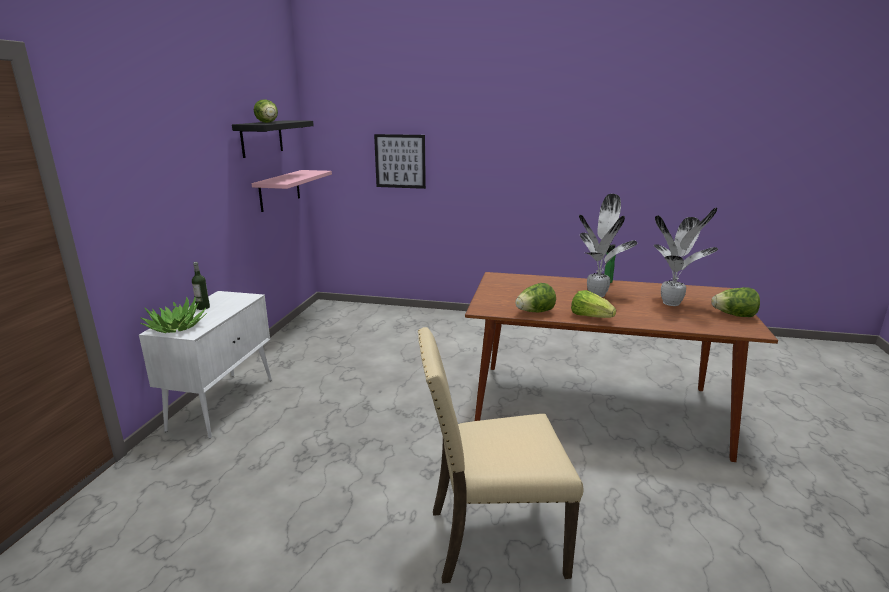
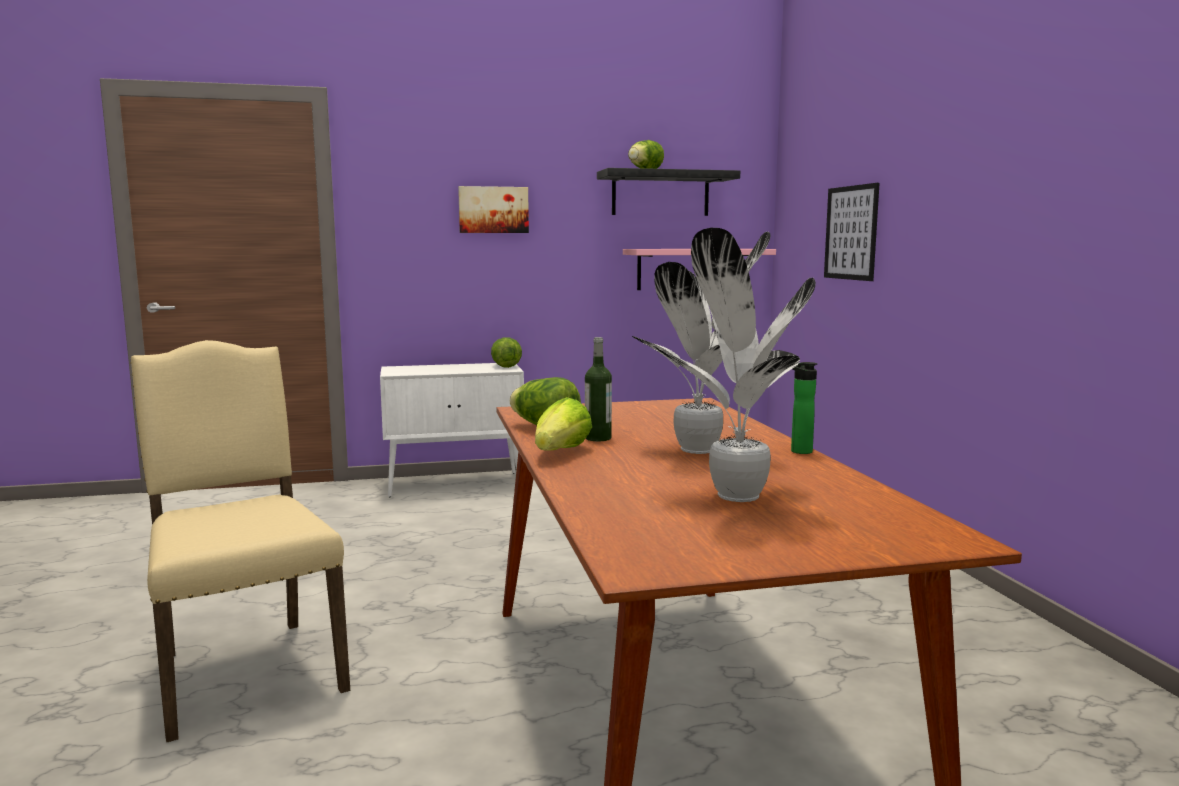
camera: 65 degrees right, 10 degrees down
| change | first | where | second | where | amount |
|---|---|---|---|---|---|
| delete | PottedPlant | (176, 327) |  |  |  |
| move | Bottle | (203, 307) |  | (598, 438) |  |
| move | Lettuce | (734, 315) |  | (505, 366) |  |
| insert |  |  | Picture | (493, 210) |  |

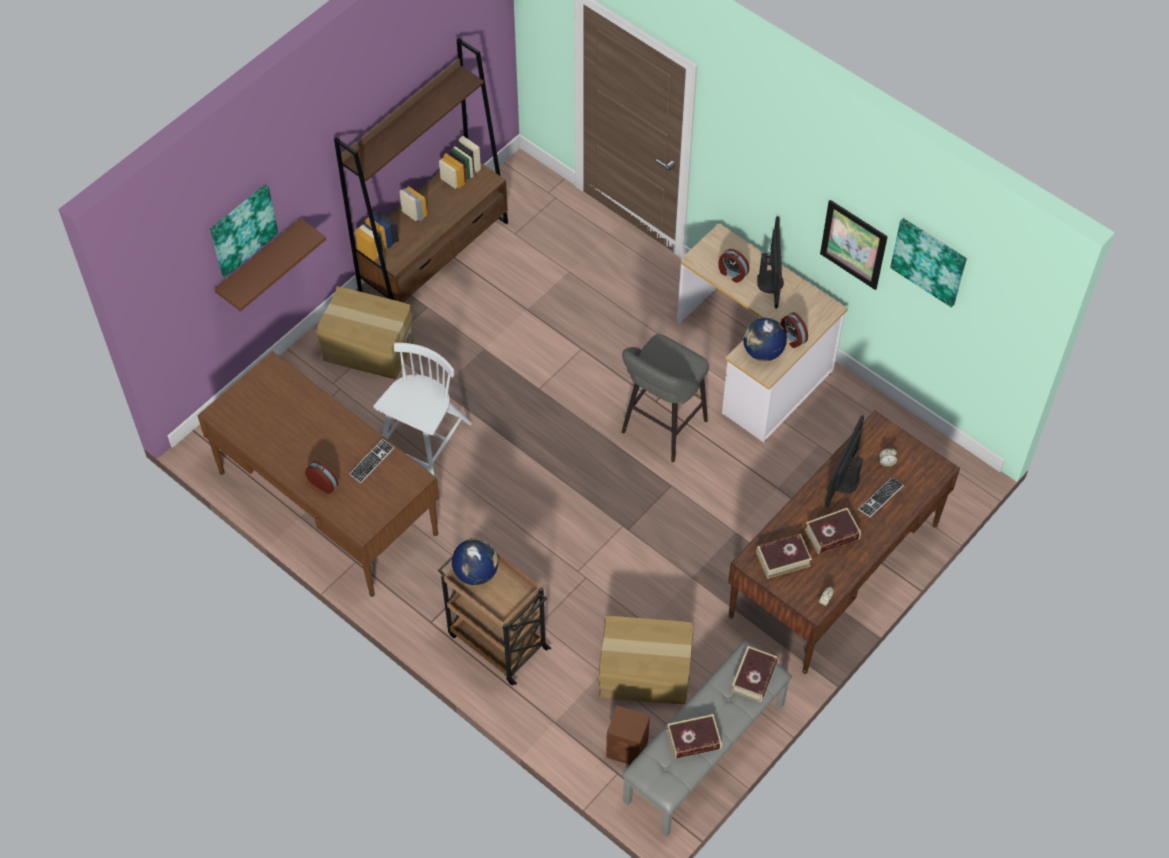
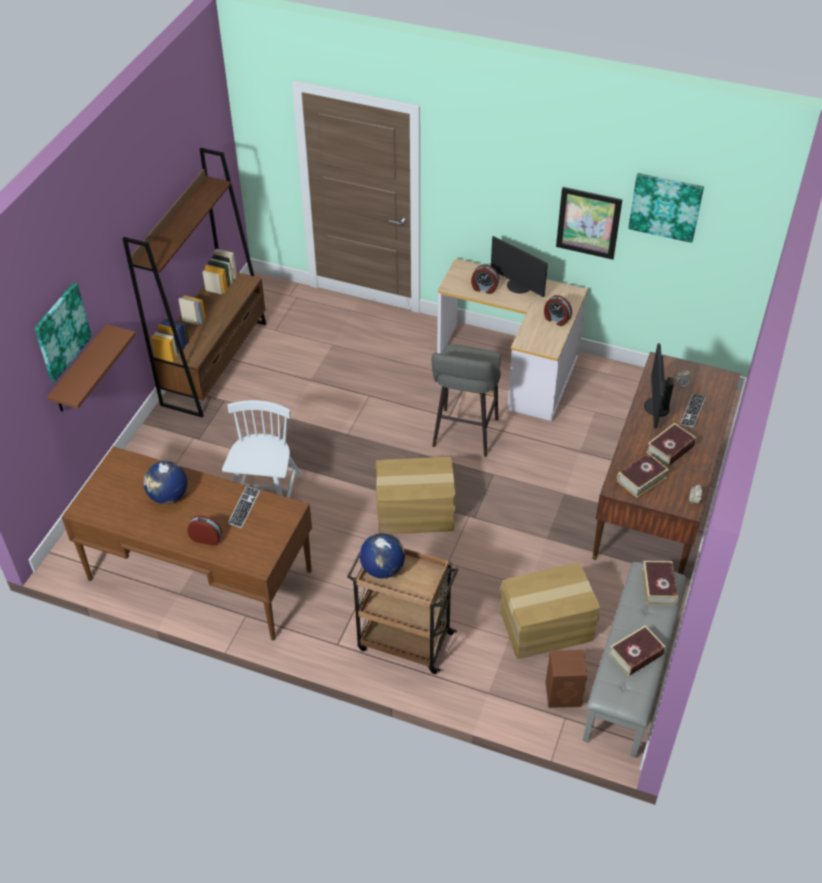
camera: 20 degrees left, 10 degrees down
| change | first | where | second | where | amount |
|---|---|---|---|---|---|
| move | CardboardBox | (368, 349) |  | (415, 513) |  |
| move | Globe | (763, 352) |  | (168, 496) |  |
| rotate | Monitor | (771, 281) |  | (518, 286) | 150 degrees clockwise |

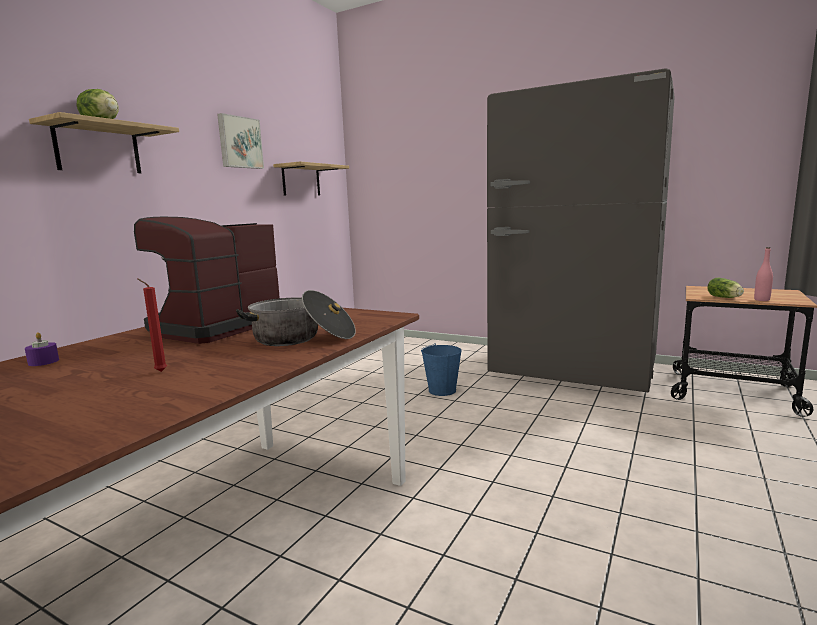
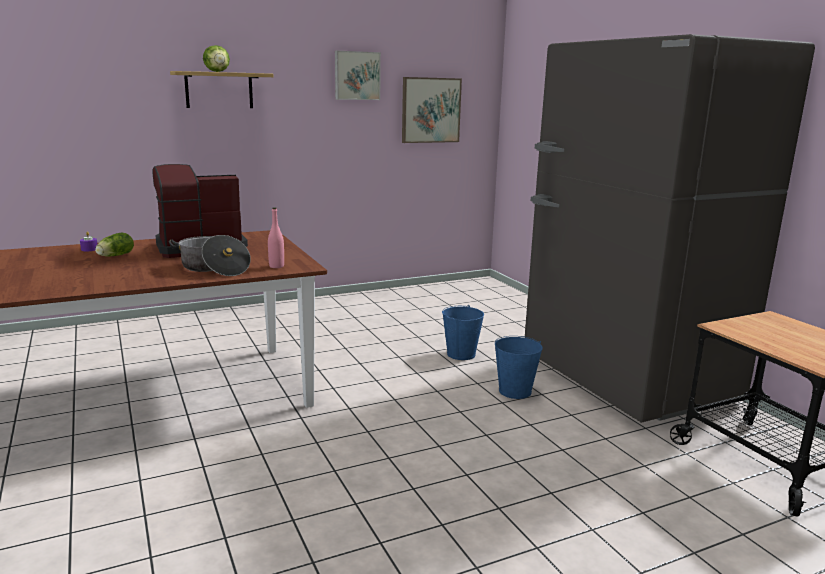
camera: 35 degrees right, 5 degrees up
| change | first | where | second | where | amount |
|---|---|---|---|---|---|
| delete | RedCandle | (159, 371) |  |  |  |
| replace | Shelf | (301, 180) | Picture | (430, 110) |  |
| move | Lettuce | (725, 297) |  | (114, 256) |  |
| move | PinkBottle | (761, 300) |  | (276, 266) |  |
| insert |  |  | BlueBucket | (515, 391) |  |

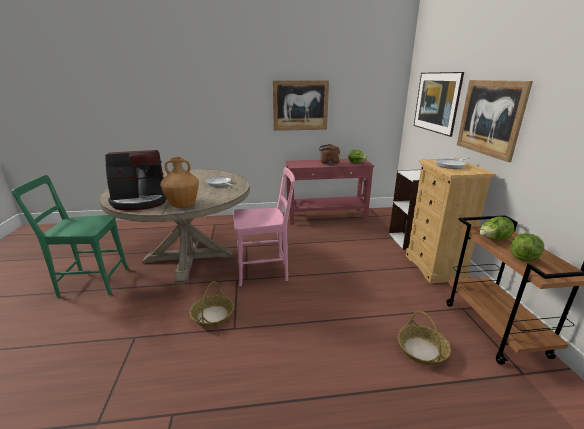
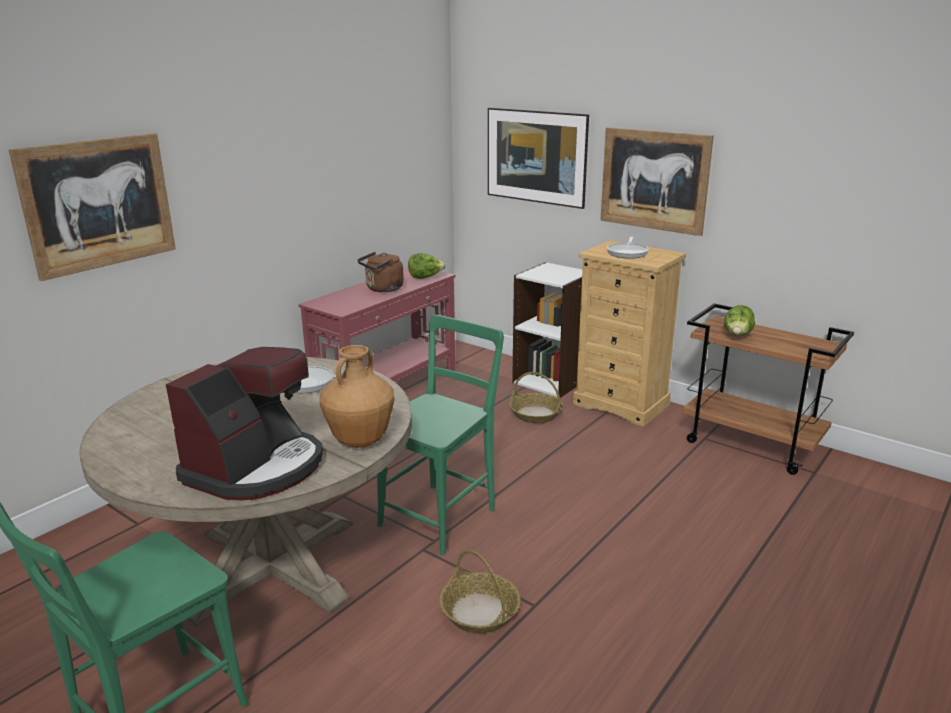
camera: 45 degrees left, 0 degrees up
| change | first | where | second | where | amount |
|---|---|---|---|---|---|
| recolor | PinkChair | (265, 271) | GreenChair | (441, 514) |  |
| move | Picture | (300, 105) |  | (98, 204) |  |
| move | Basket | (422, 350) |  | (536, 414) |  |
| delete | Lettuce | (524, 257) |  |  |  |

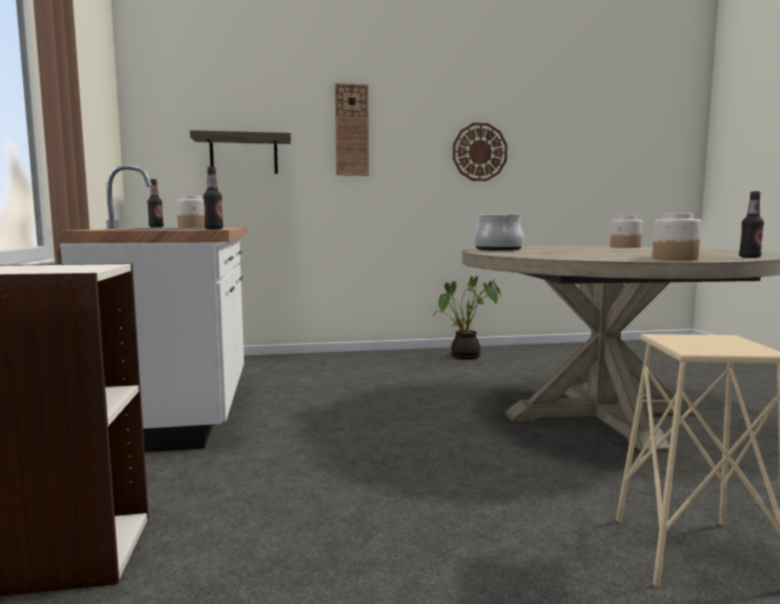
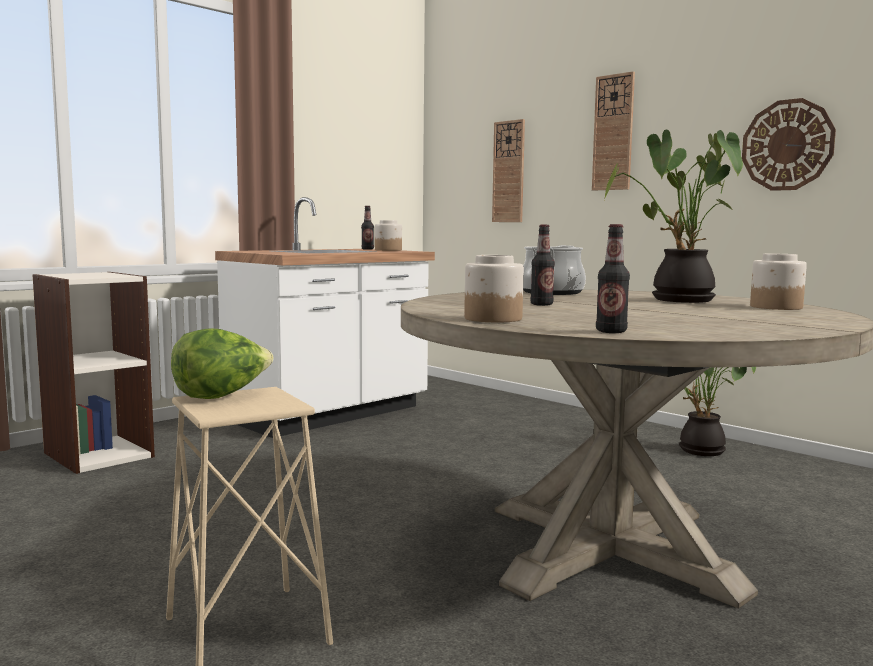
camera: 55 degrees right, 0 degrees up
| change | first | where | second | where | amount |
|---|---|---|---|---|---|
| replace | Shelf | (244, 154) | WallClock | (509, 172) |  |
| move | Bottle | (214, 229) |  | (541, 304) |  |
| insert |  |  | Lettuce | (222, 396) |  |
| insert |  |  | PottedPlant | (677, 300) |  |

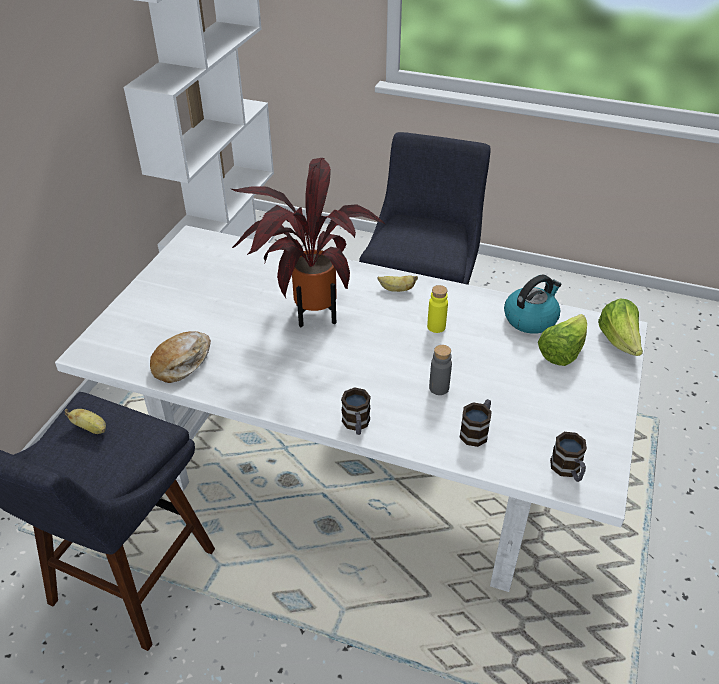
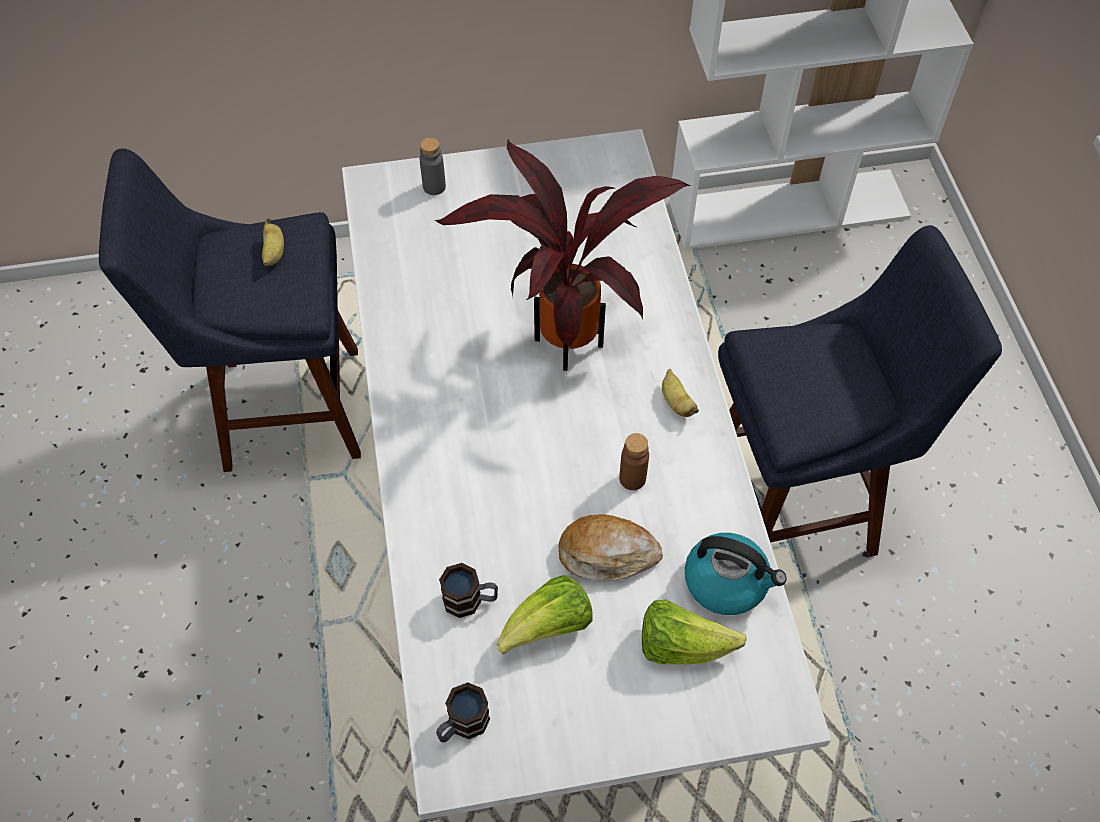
camera: 60 degrees right, 15 degrees up
| change | first | where | second | where | amount |
|---|---|---|---|---|---|
| move | Bread | (182, 362) |  | (607, 553) |  |
| delete | Mug | (356, 425) |  |  |  |
| recolor | YellowBottle | (436, 327) | BrownBottle | (632, 478) |  |
| move | GreyBottle | (439, 388) |  | (434, 187) |  |
| move | Lettuce | (619, 341) |  | (548, 627) |  |

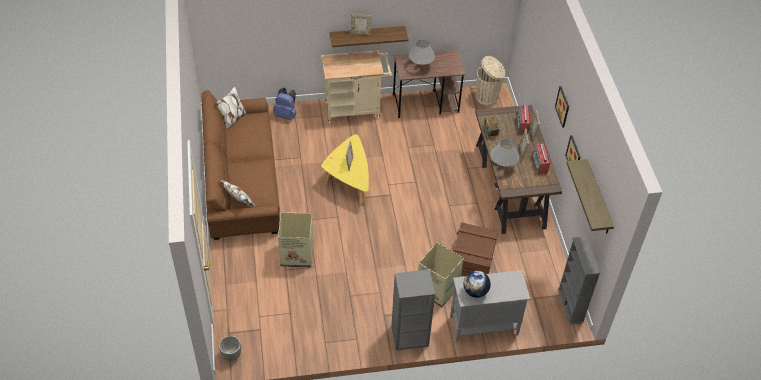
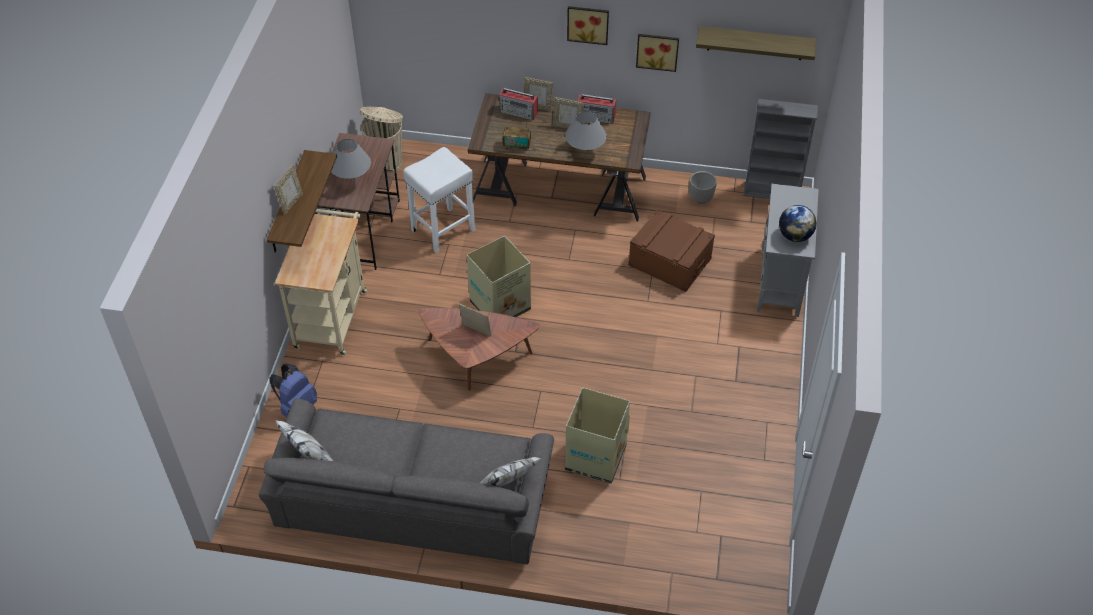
camera: 70 degrees left, 0 degrees up
| change | first | where | second | where | amount |
|---|---|---|---|---|---|
| recolor | BrownSofa | (241, 180) | GreySofa | (413, 500) |  |
| move | Planter | (231, 355) |  | (701, 199) |  |
| recolor | YellowCoffeeTable | (349, 181) | BrownCoffeeTable | (476, 360) |  |
| delete | GreyBookcase | (409, 336) |  |  |  |
| move | CardboardBox | (438, 290) |  | (501, 305) |  |
| insert |  |  | WhiteStool | (442, 231) |  |

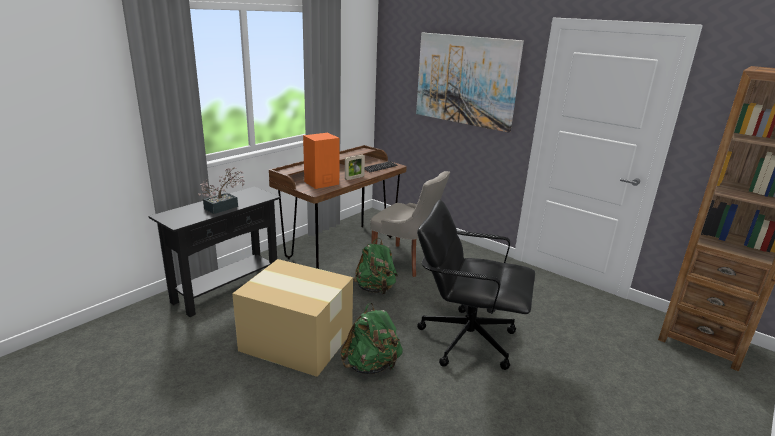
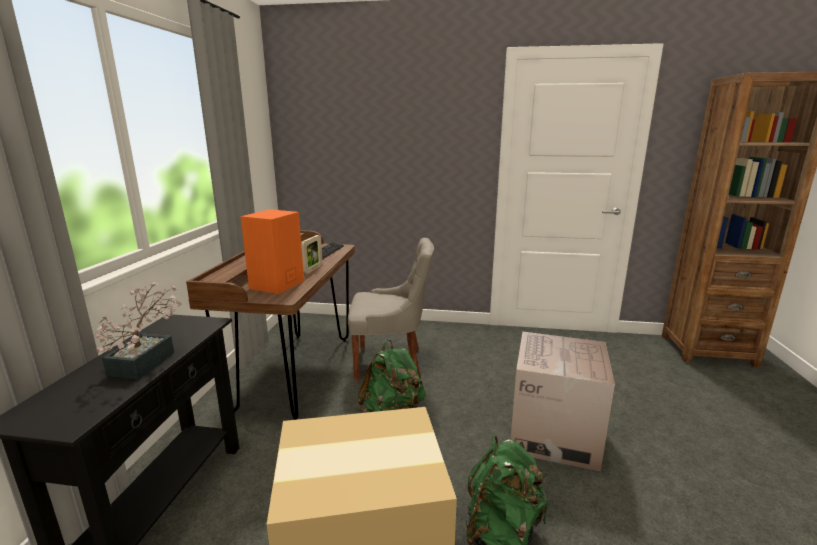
camera: 30 degrees left, 5 degrees down
| change | first | where | second | where | amount |
|---|---|---|---|---|---|
| delete | Picture | (465, 80) |  |  |  |
| replace | BlackOfficeChair | (466, 339) | CardboardBox | (553, 434) |  |

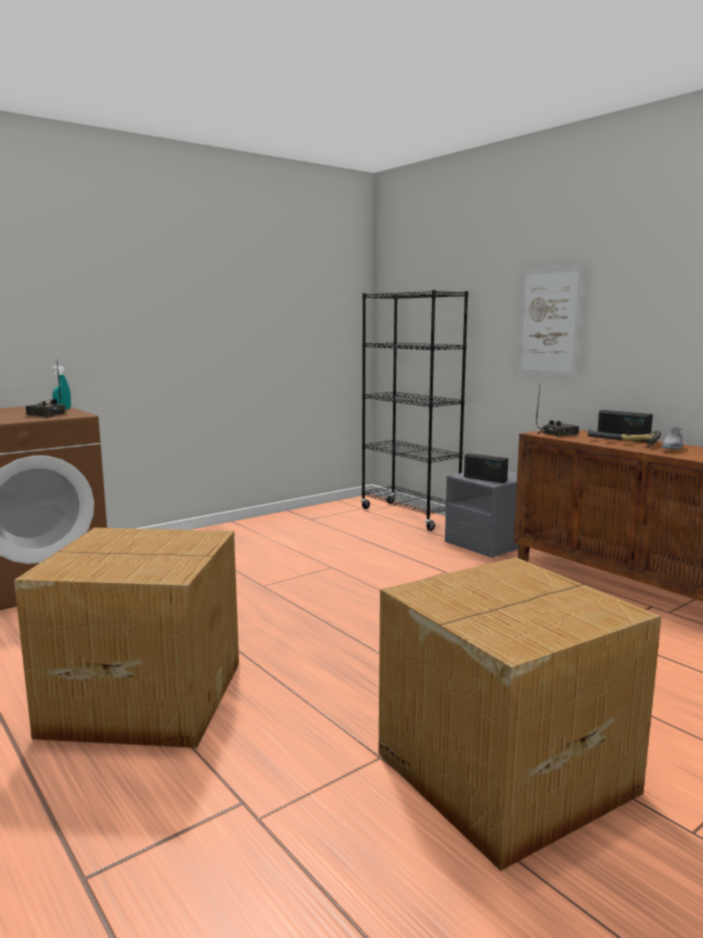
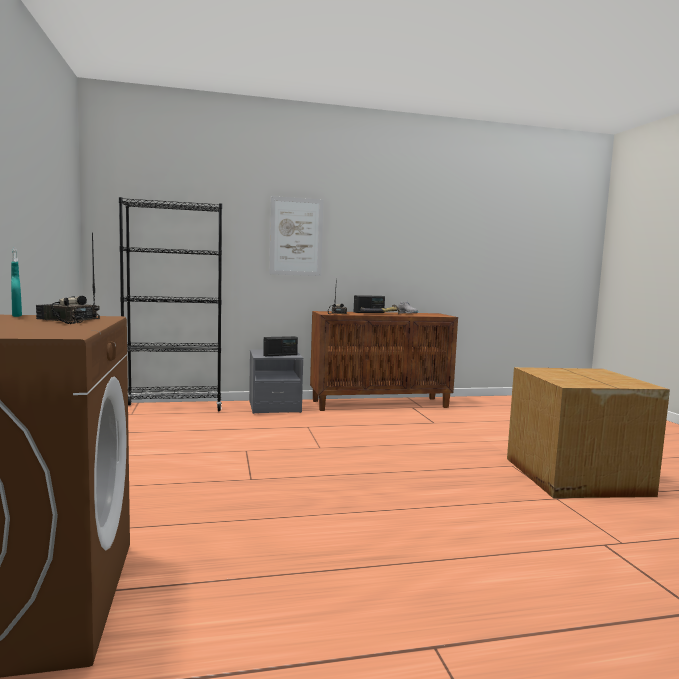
camera: 65 degrees left, 5 degrees down
| change | first | where | second | where | amount |
|---|---|---|---|---|---|
| delete | CardboardBox | (144, 696) |  |  |  |
| rotate | Radio | (45, 415) |  | (67, 320) | 60 degrees clockwise |

